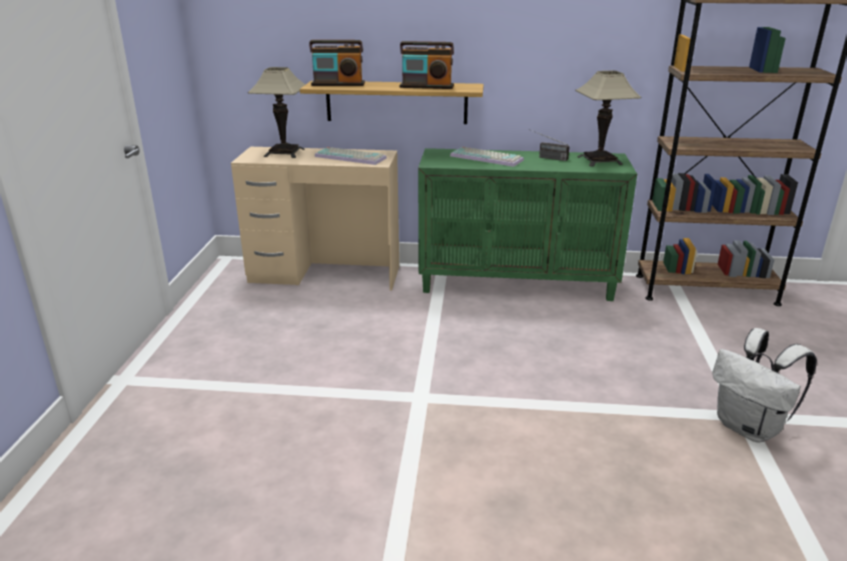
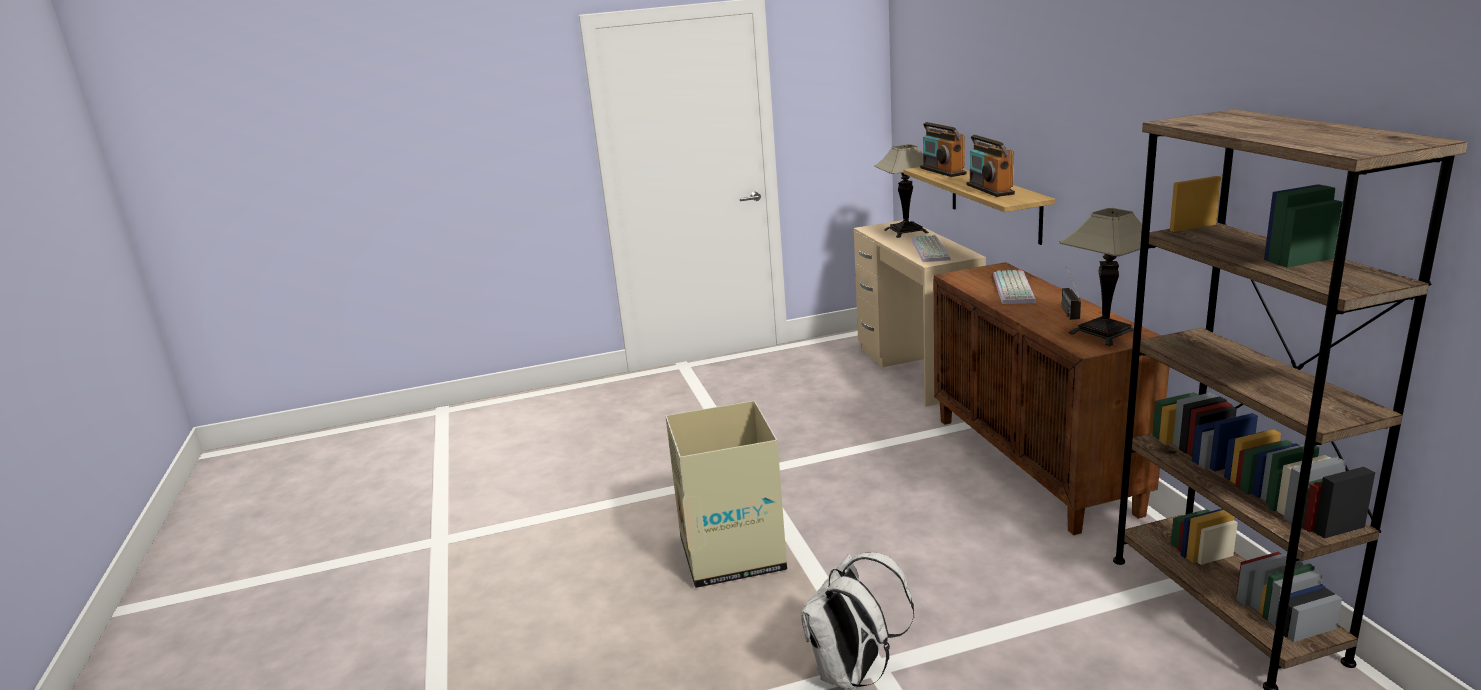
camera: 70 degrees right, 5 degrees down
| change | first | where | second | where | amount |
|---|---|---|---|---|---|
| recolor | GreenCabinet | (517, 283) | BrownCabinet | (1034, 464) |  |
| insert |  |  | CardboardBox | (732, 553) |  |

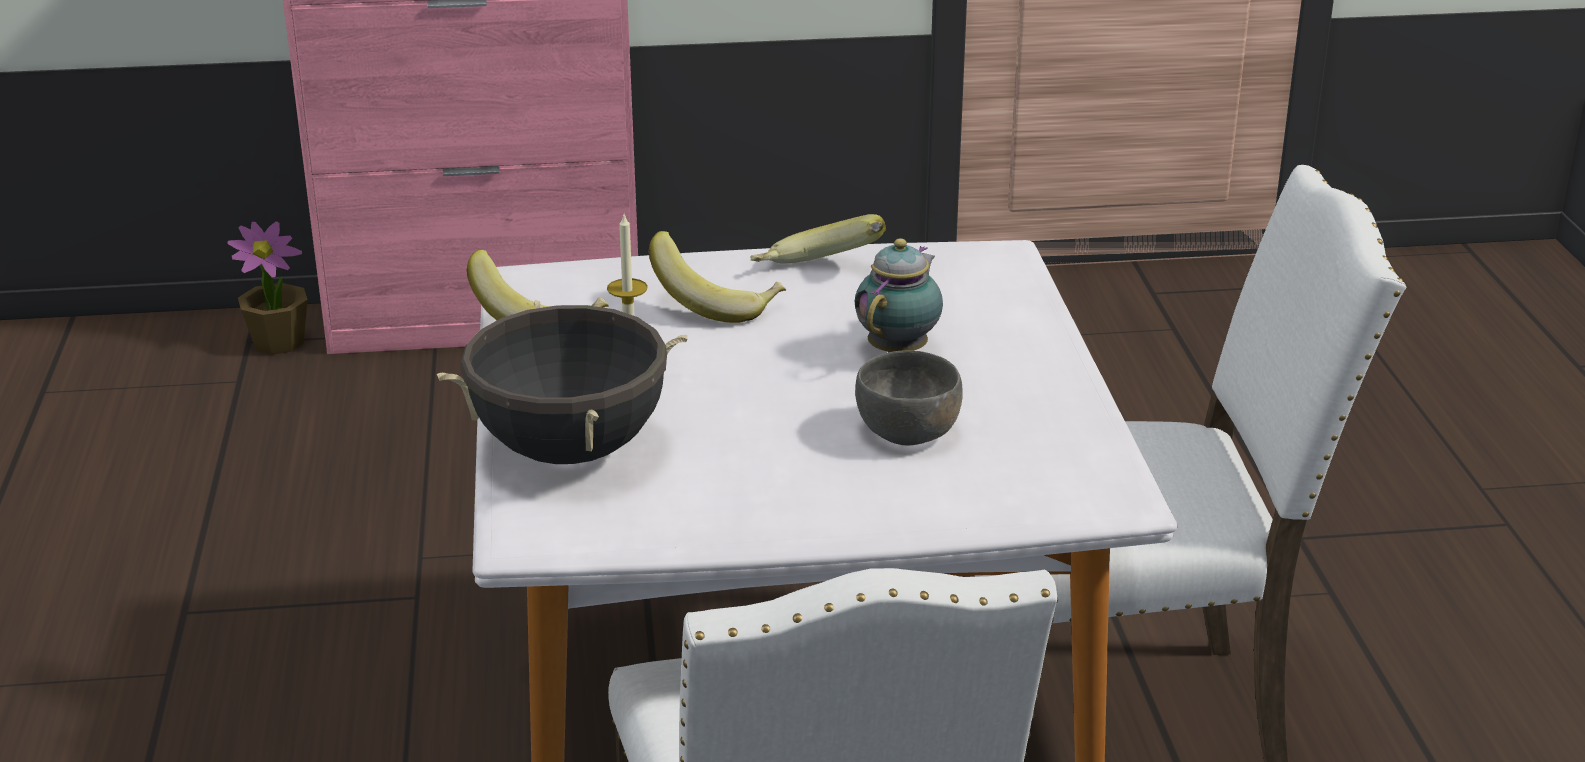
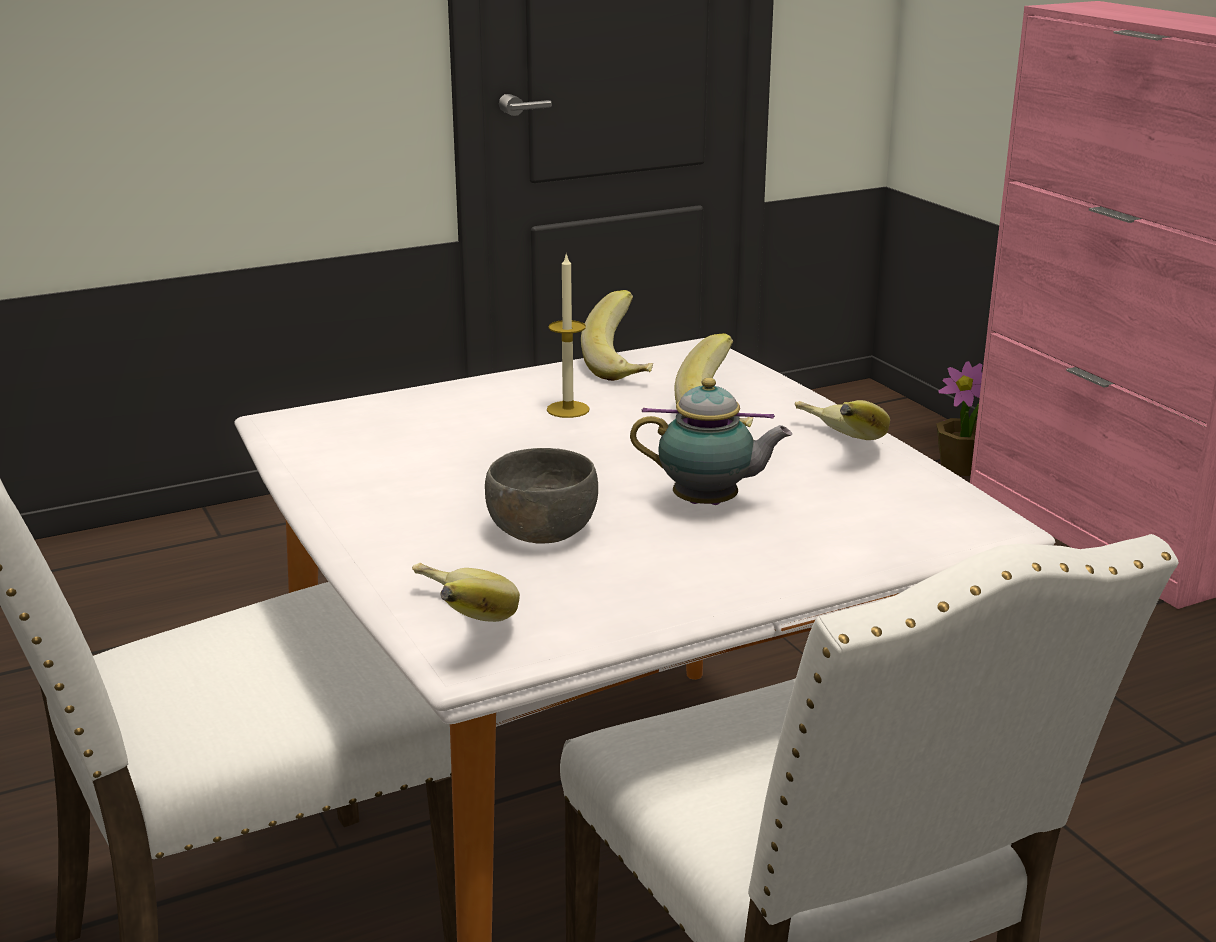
camera: 70 degrees right, 5 degrees down
| change | first | where | second | where | amount |
|---|---|---|---|---|---|
| delete | BlackCookingPot | (570, 450) |  |  |  |
| insert |  |  | Banana | (452, 627) |  |

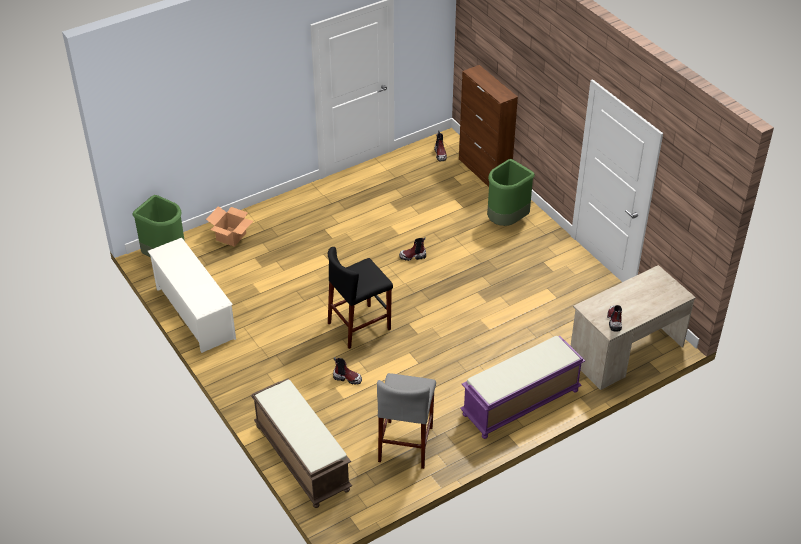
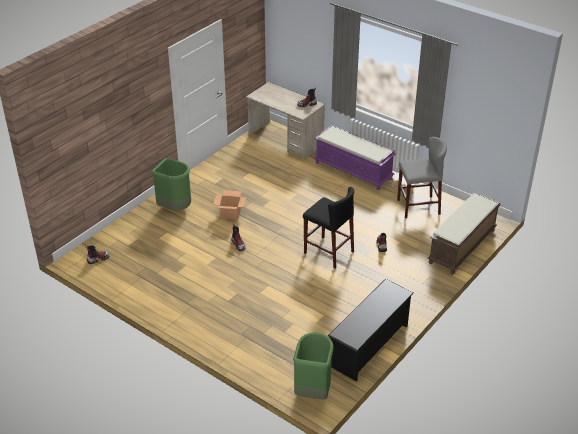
camera: 110 degrees left, 5 degrees down
| change | first | where | second | where | amount |
|---|---|---|---|---|---|
| recolor | WhiteShoeRack | (194, 313) | BlackShoeRack | (369, 346) |  |
| move | CardboardBox | (231, 236) |  | (230, 214) |  |
| delete | BrownCabinet | (484, 172) |  |  |  |

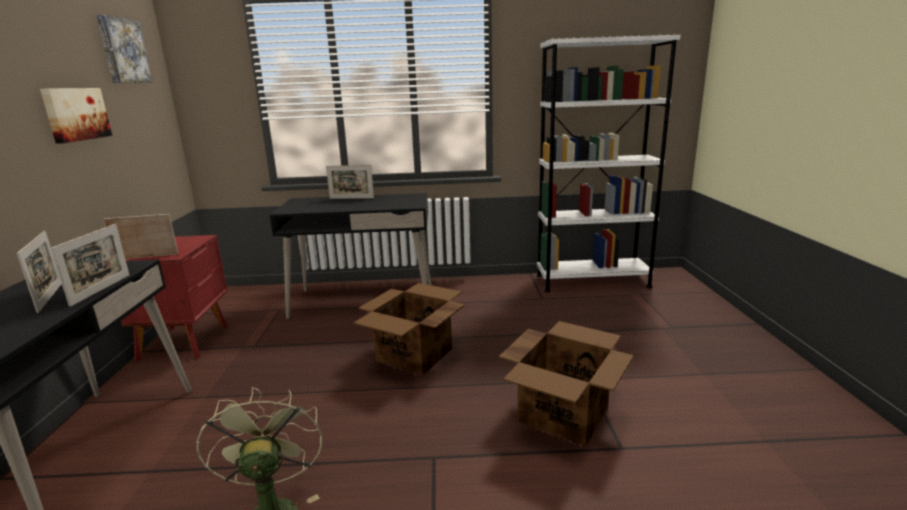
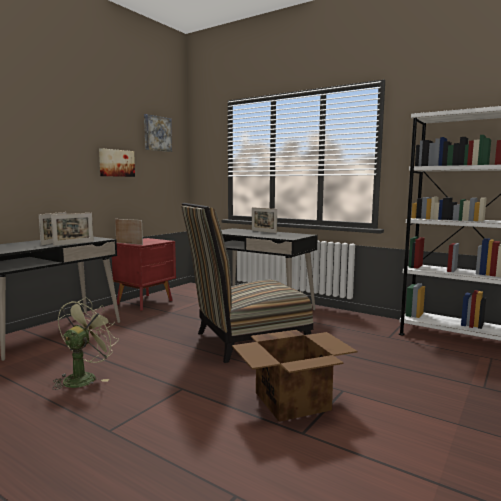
camera: 35 degrees right, 10 degrees down
| change | first | where | second | where | amount |
|---|---|---|---|---|---|
| replace | CardboardBox | (413, 355) | Chair | (246, 341) |  |

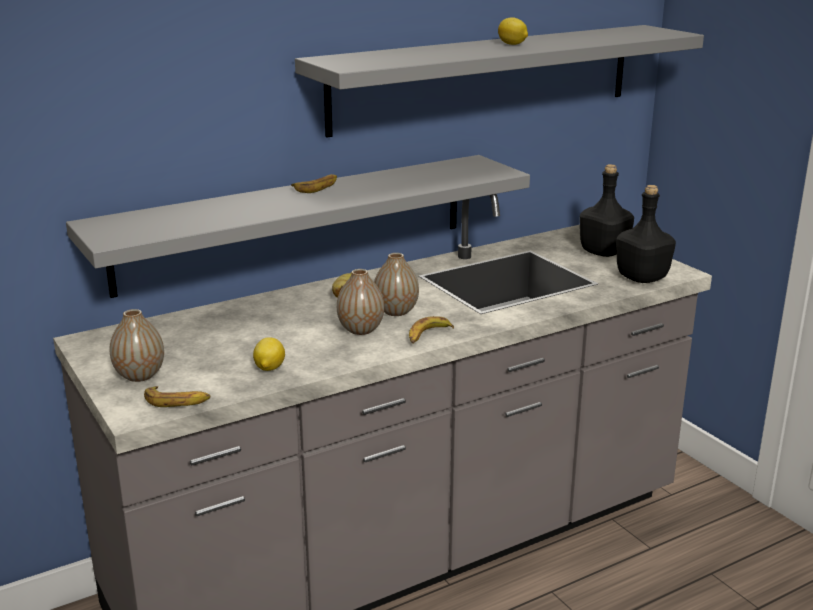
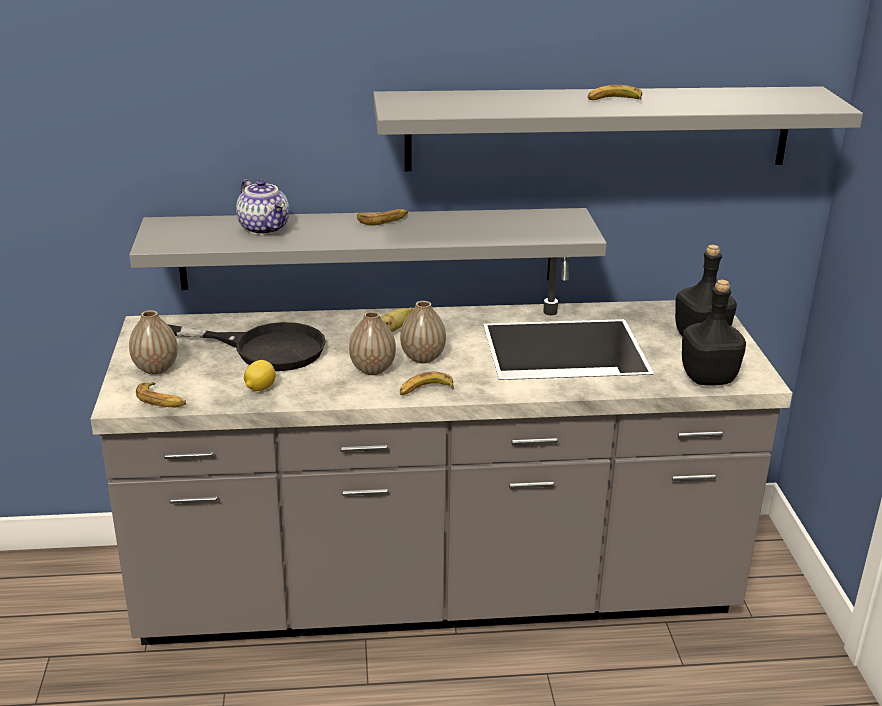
camera: 25 degrees right, 5 degrees up
| change | first | where | second | where | amount |
|---|---|---|---|---|---|
| replace | Lemon | (512, 44) | Banana | (613, 100) |  |
| insert |  |  | BlackFryingPan | (264, 348) |  |
| insert |  |  | Teapot | (265, 228) |  |

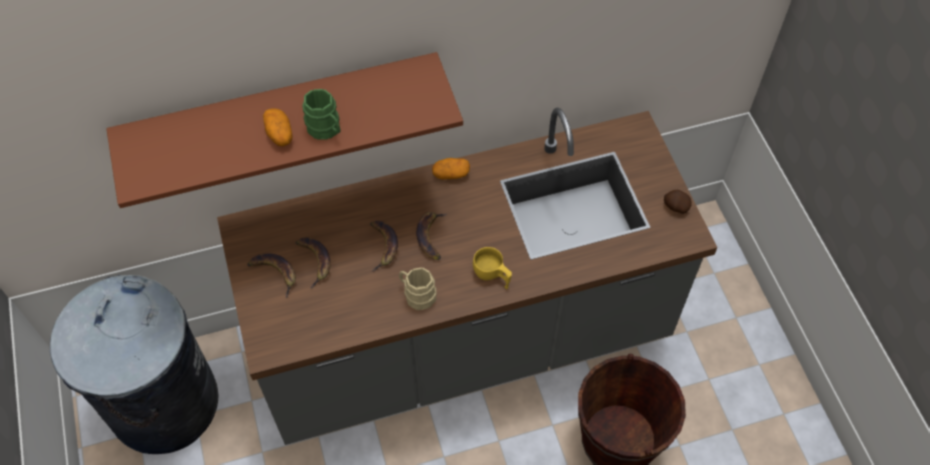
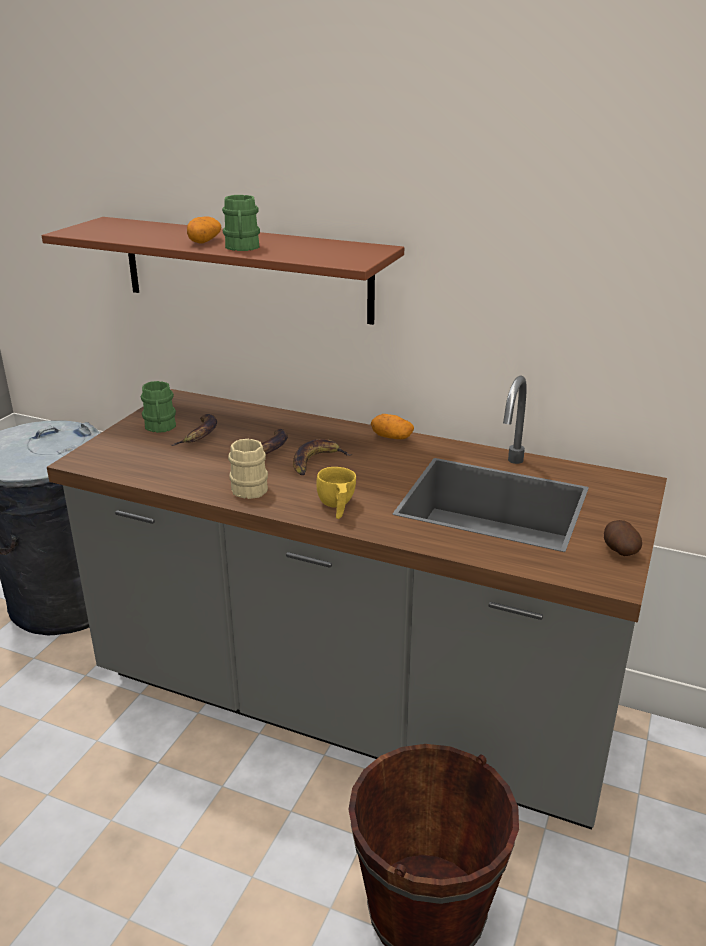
camera: 40 degrees right, 30 degrees down
| change | first | where | second | where | amount |
|---|---|---|---|---|---|
| replace | Banana | (275, 273) | GreenMug | (160, 428) |  |

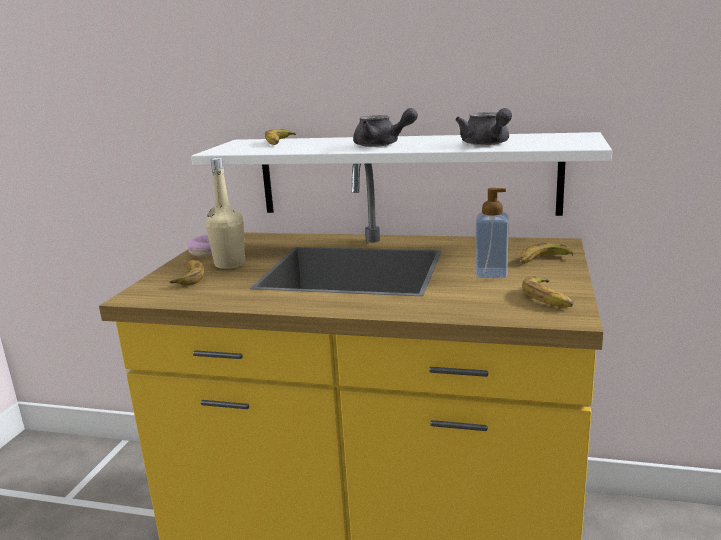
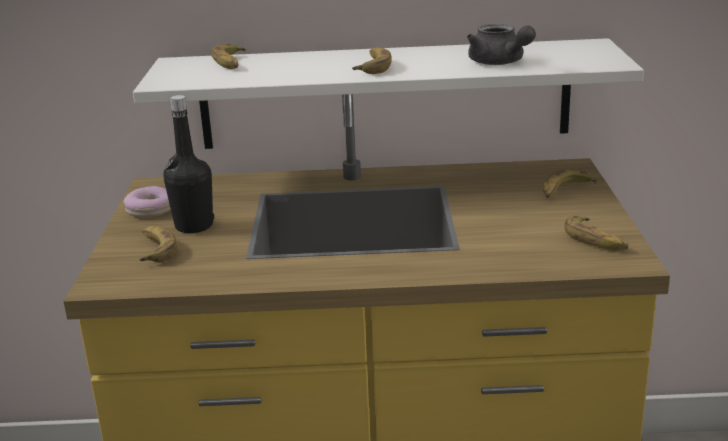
camera: 15 degrees left, 5 degrees up
| change | first | where | second | where | amount |
|---|---|---|---|---|---|
| recolor | BeigeBottle | (230, 264) | BlackBottle | (194, 226) |  |
| replace | GreyTeapot | (382, 145) | Banana | (373, 66) |  |
| delete | SoapDispenser | (491, 273) |  |  |  |

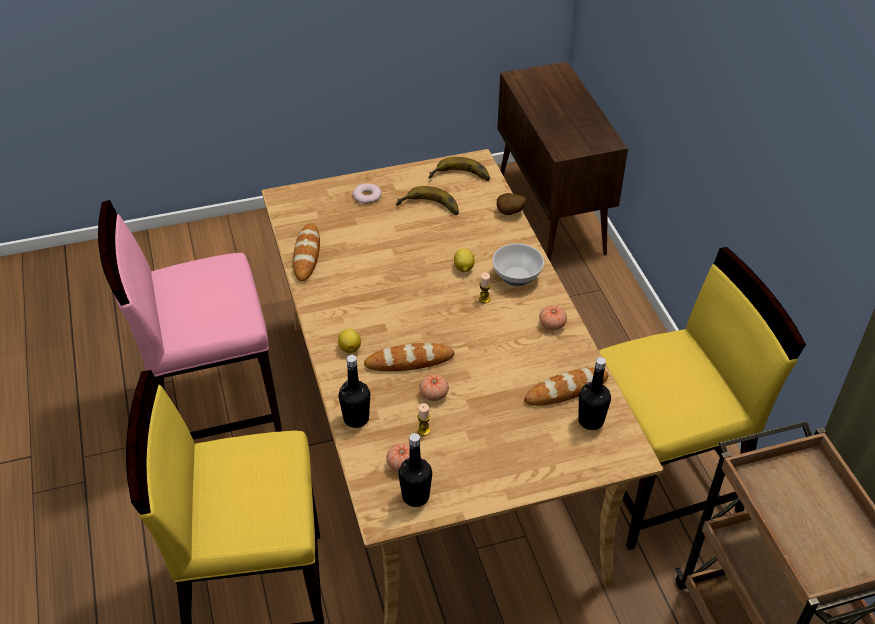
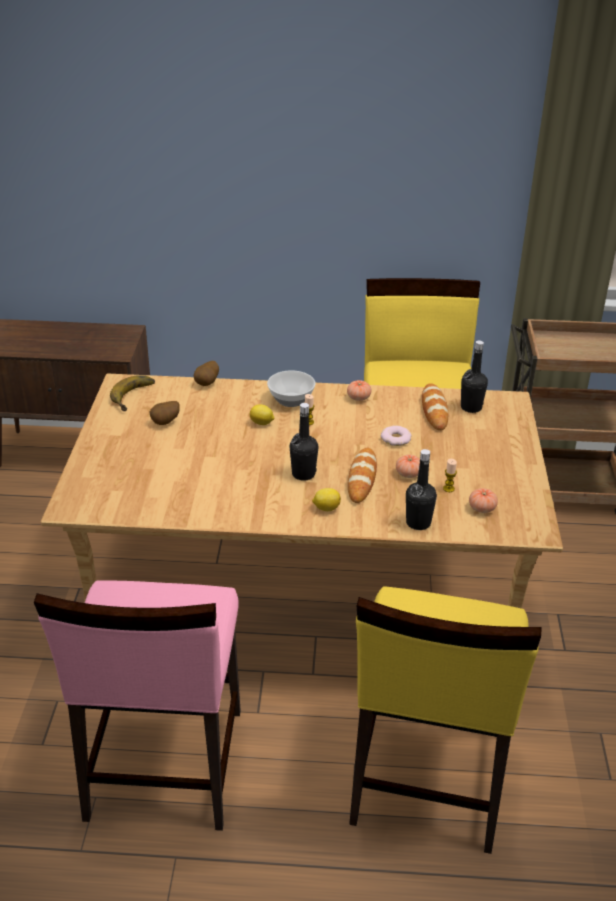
camera: 70 degrees left, 10 degrees down
| change | first | where | second | where | amount |
|---|---|---|---|---|---|
| delete | Bread | (307, 255) |  |  |  |
| move | Donut | (367, 196) |  | (396, 439) |  |
| replace | Banana | (429, 209) | Potato | (166, 423) |  |
| move | BlackBottle | (415, 496) |  | (303, 474) |  |

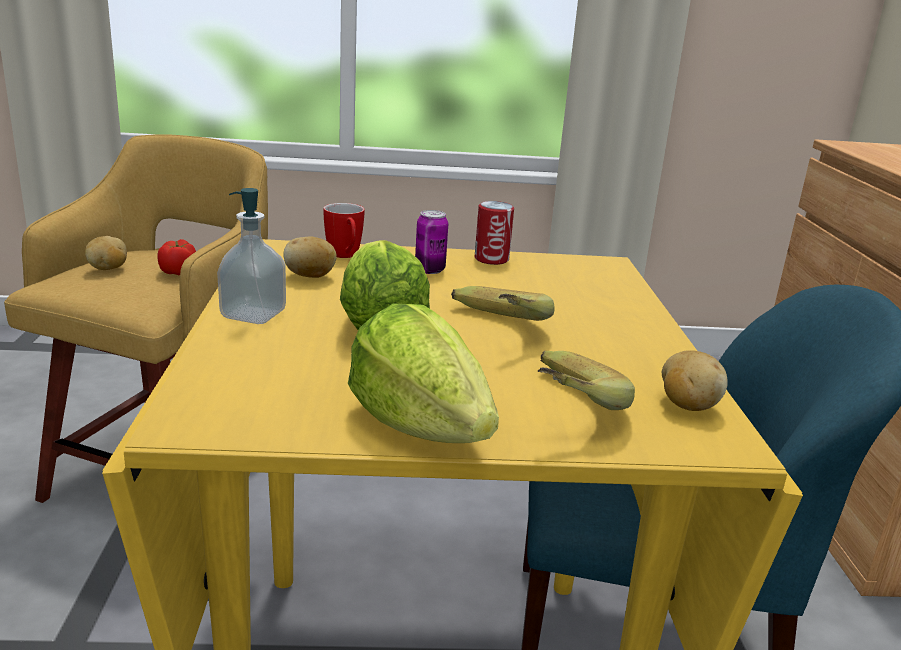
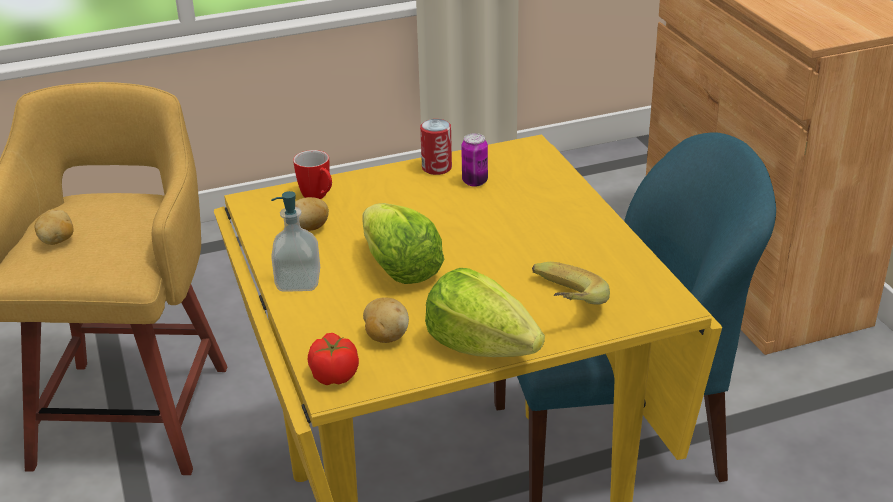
camera: 15 degrees left, 10 degrees up
| change | first | where | second | where | amount |
|---|---|---|---|---|---|
| move | Tomato | (178, 271) |  | (334, 375) |  |
| move | Can | (429, 270) |  | (474, 181) |  |
| delete | Banana | (492, 329) |  |  |  |
| move | Potato | (686, 405) |  | (385, 336) |  |

